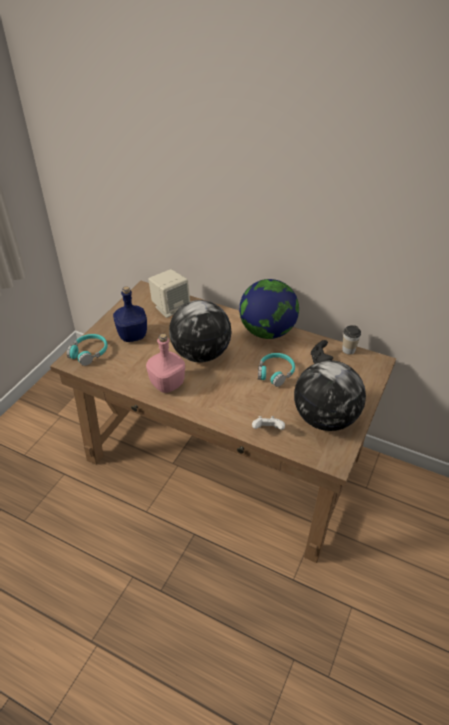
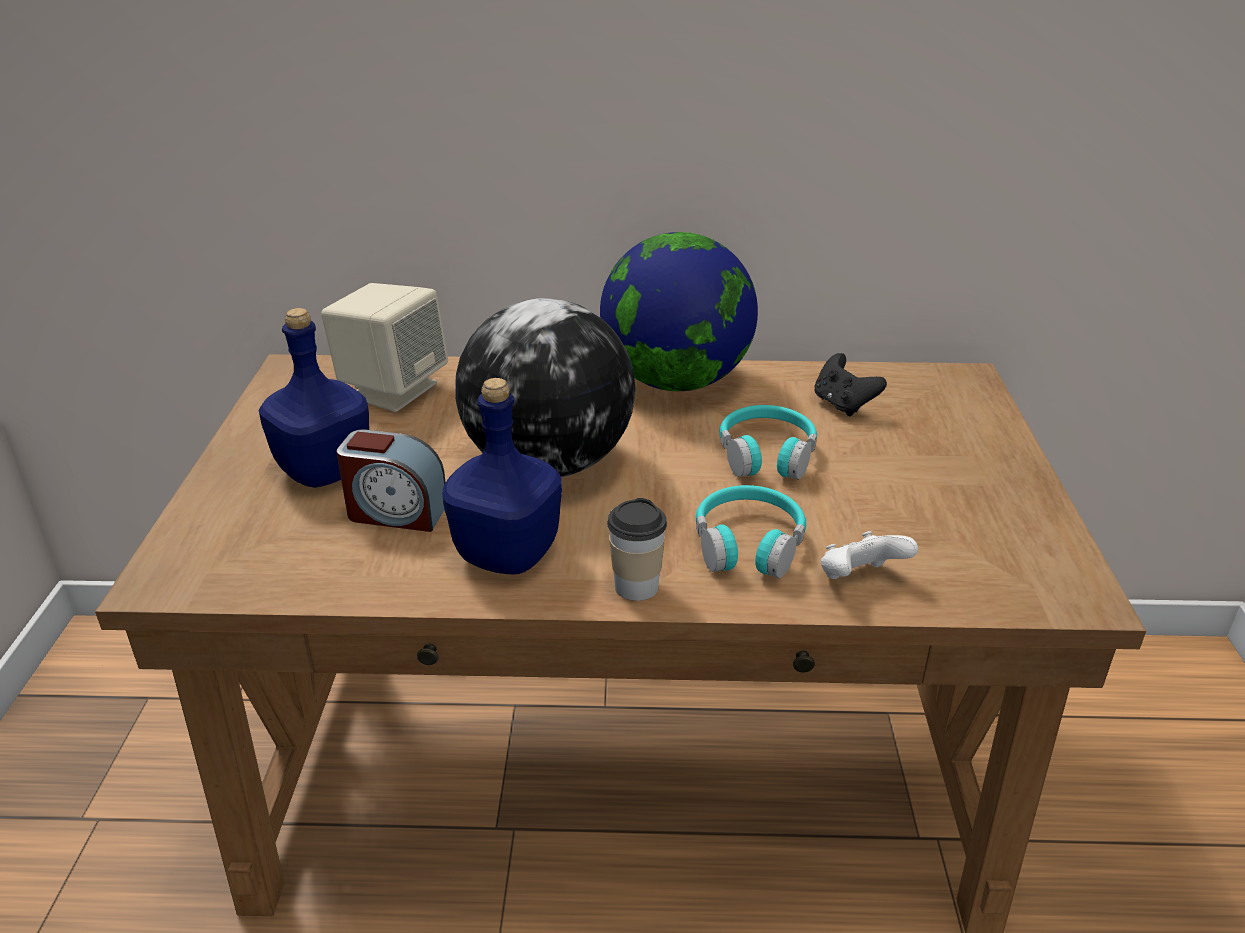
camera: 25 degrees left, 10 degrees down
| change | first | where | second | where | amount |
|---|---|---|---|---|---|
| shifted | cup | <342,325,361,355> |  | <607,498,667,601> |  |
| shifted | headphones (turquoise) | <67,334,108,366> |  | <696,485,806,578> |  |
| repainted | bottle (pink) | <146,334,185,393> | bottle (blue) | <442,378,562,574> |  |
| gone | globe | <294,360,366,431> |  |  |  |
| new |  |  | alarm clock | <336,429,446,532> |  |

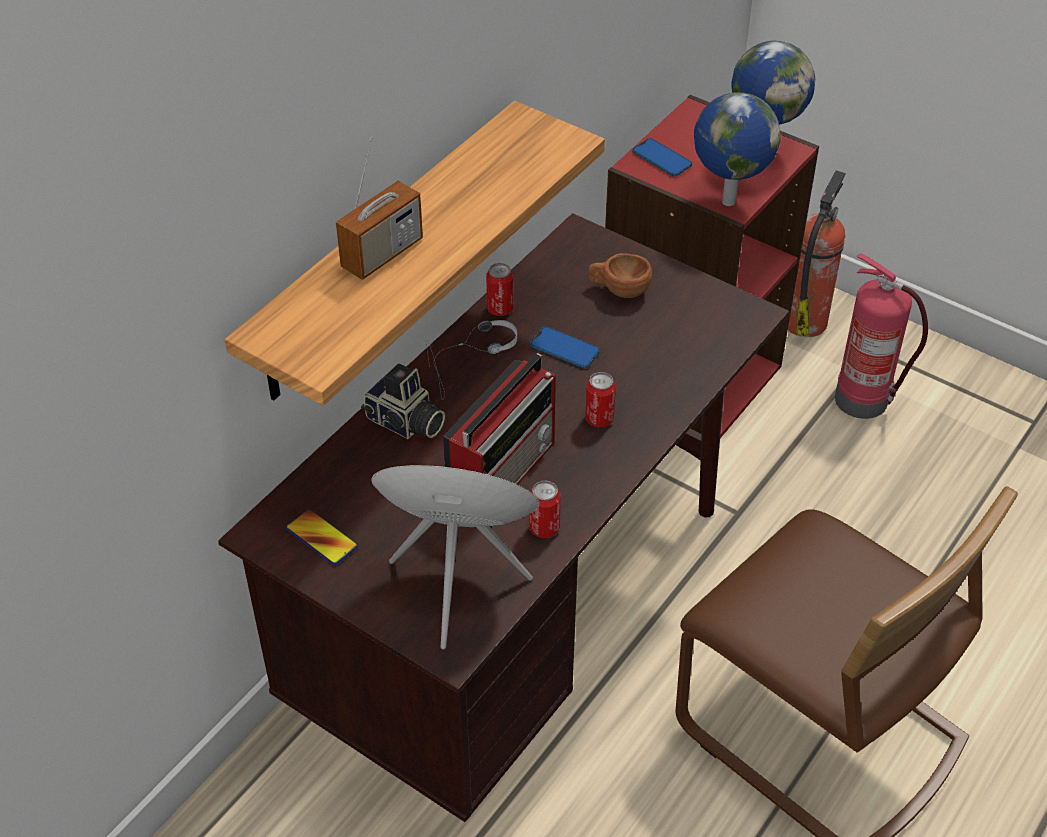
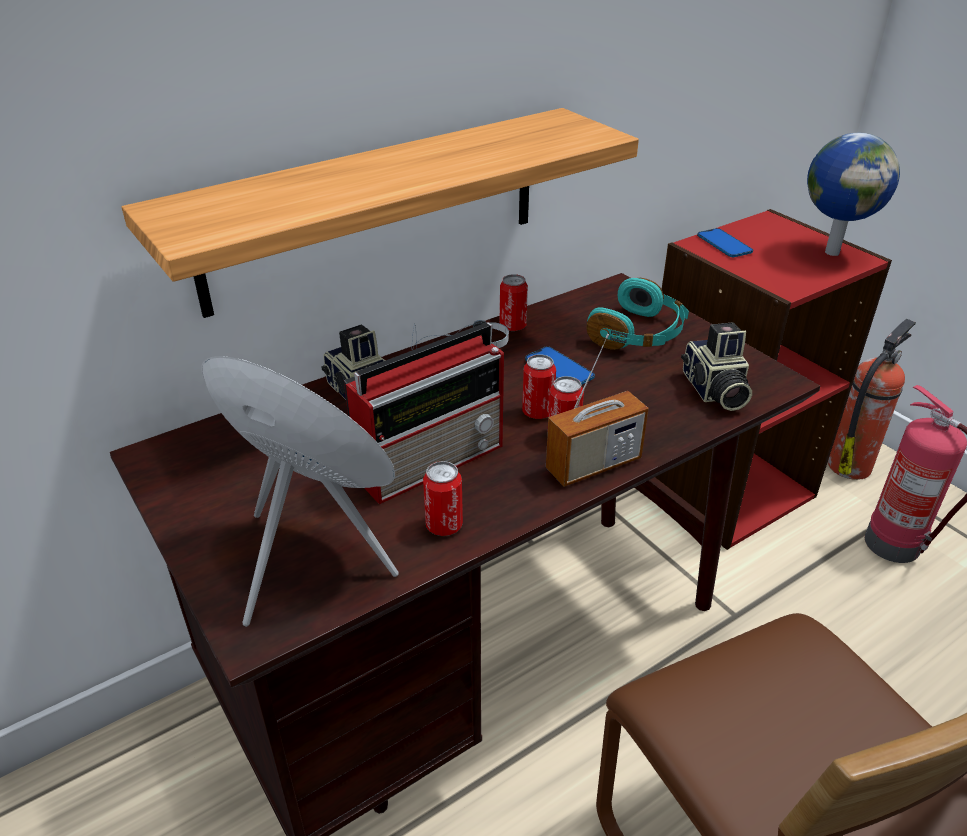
camera: 20 degrees right, 10 degrees down
| change | first | where | second | where | amount |
|---|---|---|---|---|---|
| gone | globe | <694,92,781,206> |  |  |  |
| shifted | radio | <336,137,423,280> |  | <546,334,649,487> |  |
| swapped | cup (brown) | <589,253,652,298> | headphones (turquoise) | <586,278,689,350> |  |
| gone | phone | <285,508,358,565> |  |  |  |
| new |  |  | photo camera | <681,322,752,411> |  |
| new |  |  | can | <522,354,556,419> |  |

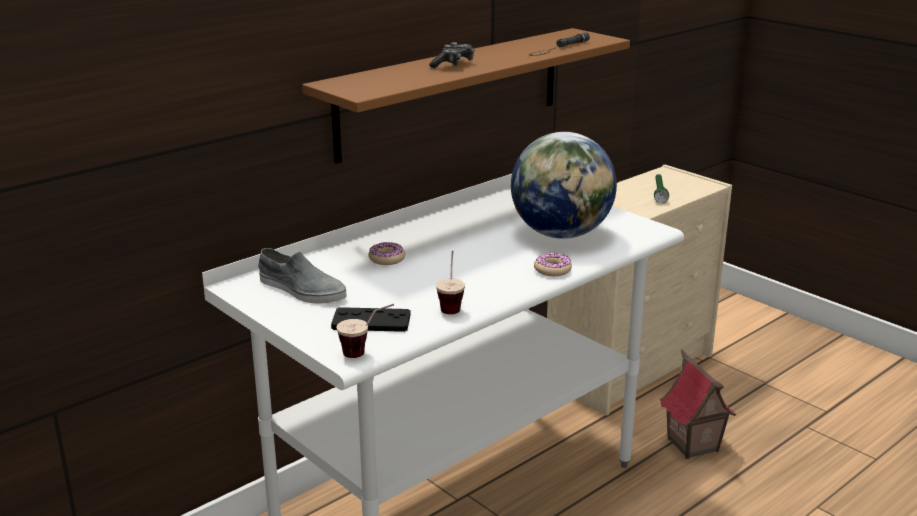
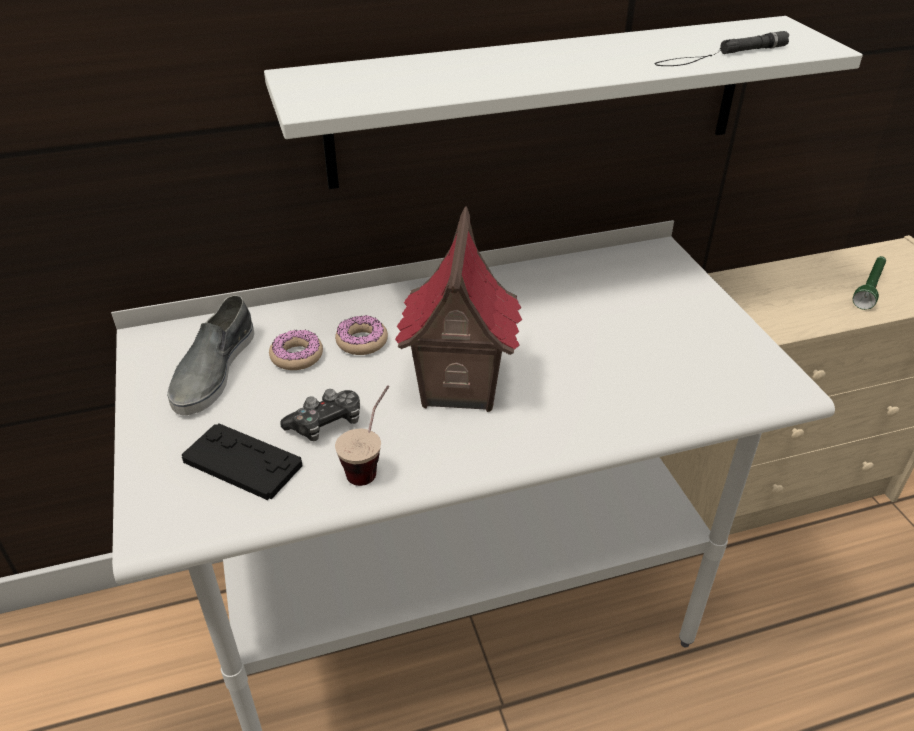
camera: 25 degrees right, 15 degrees up
| change | first | where | second | where | amount |
|---|---|---|---|---|---|
| repainted | shelf (brown) | <302,28,630,164> | shelf (white) | <264,16,863,189> |  |
| shifted | game controller | <429,42,475,68> |  | <280,389,360,441> |  |
| gone | globe | <511,132,617,239> |  |  |  |
| rotated | shoe (grey) | <258,248,346,304> |  | <167,295,255,415> | 45 degrees clockwise |
| shifted | donut | <534,252,572,276> |  | <269,329,323,370> |  |
| gone | cup | <336,304,394,358> |  |  |  |
| shifted | toy house | <660,350,736,459> |  | <395,206,522,412> |  |

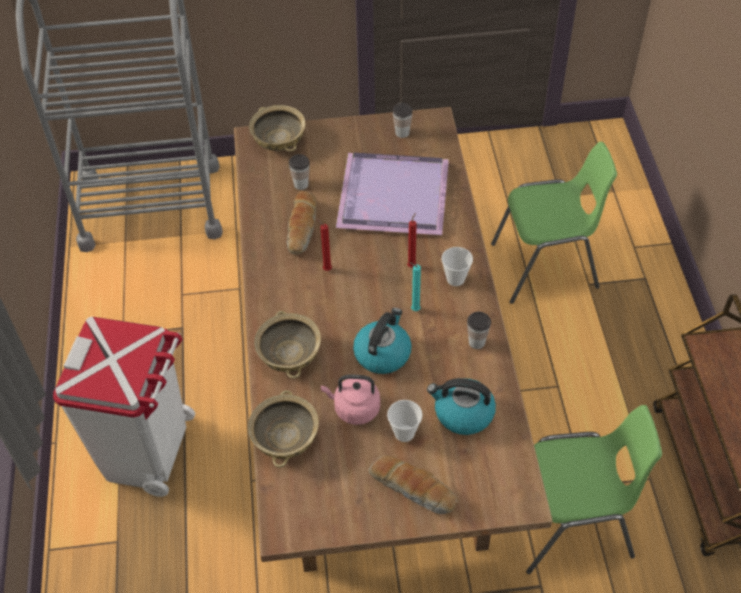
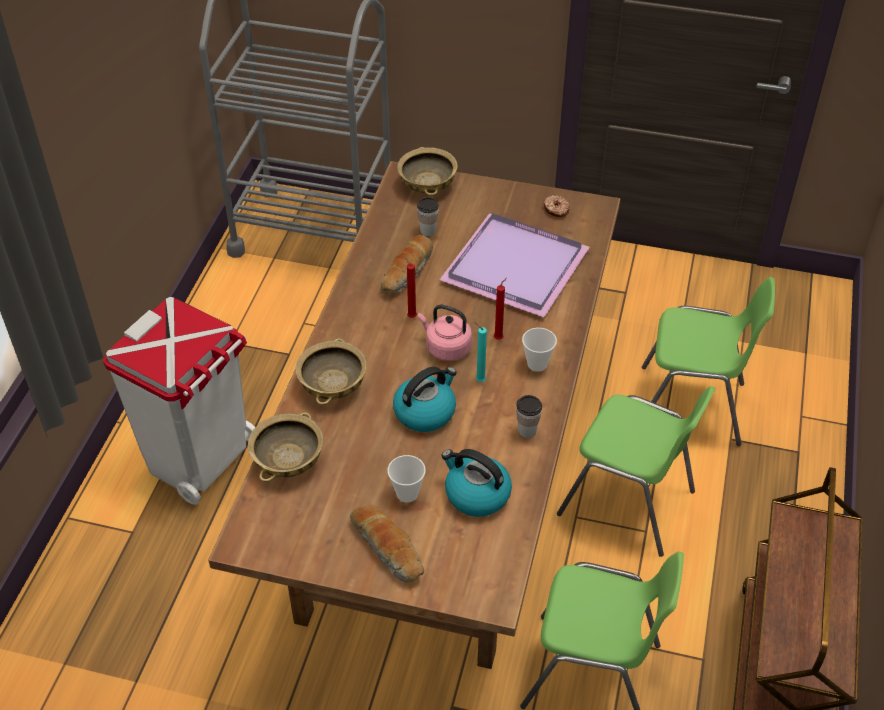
camera: 20 degrees right, 5 degrees down
| change | first | where | second | where | amount |
|---|---|---|---|---|---|
| swapped | cup | <393,102,412,138> | donut | <543,195,570,217> |  |
| shifted | kettle (pink) | <321,375,380,425> |  | <418,305,472,361> |  |
| new |  |  | chair (green) | <557,386,716,557> |  |

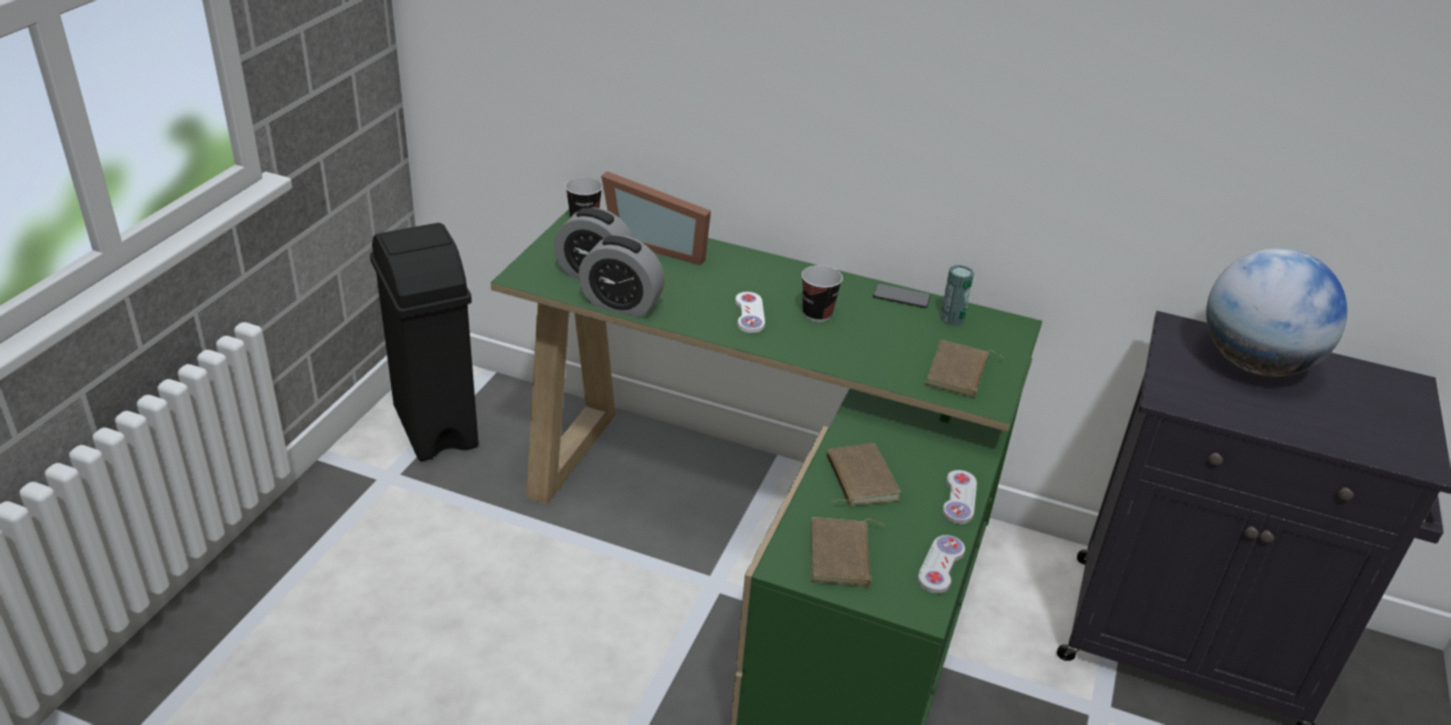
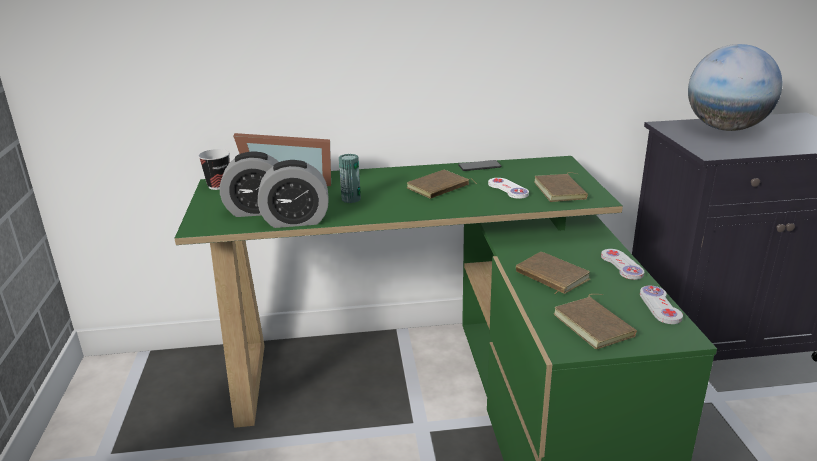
camera: 25 degrees left, 10 degrees down
| change | first | where | second | where | amount |
|---|---|---|---|---|---|
| gone | trash can (black) | <370,223,478,461> |  |  |  |
| swapped | cup | <802,265,843,322> | book (brown) | <407,170,477,199> |  |
| shifted | can | <940,265,974,326> |  | <339,154,361,203> |  |
| shifted | game controller (white) | <735,292,765,333> |  | <488,178,529,199> |  |

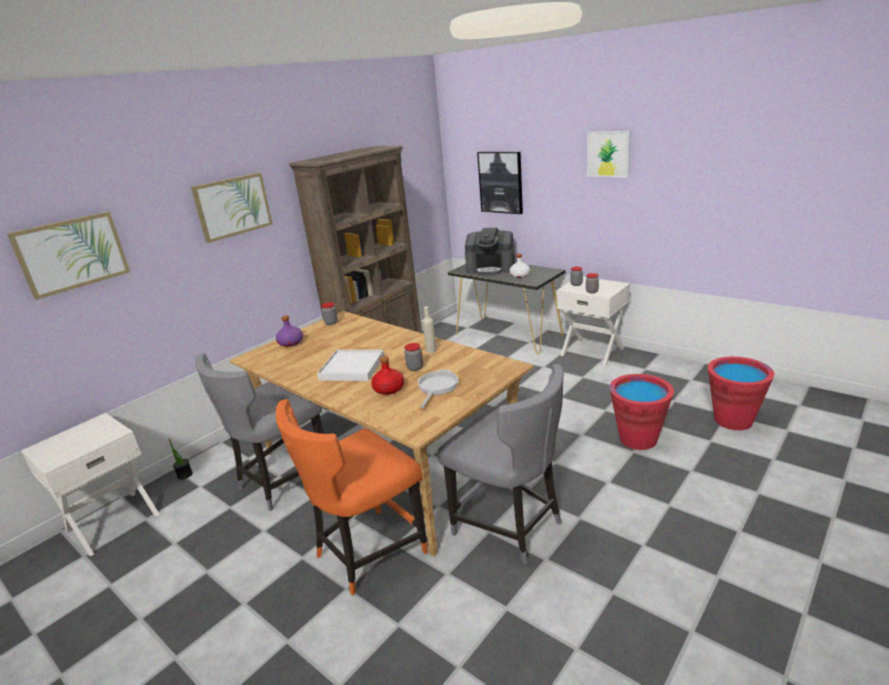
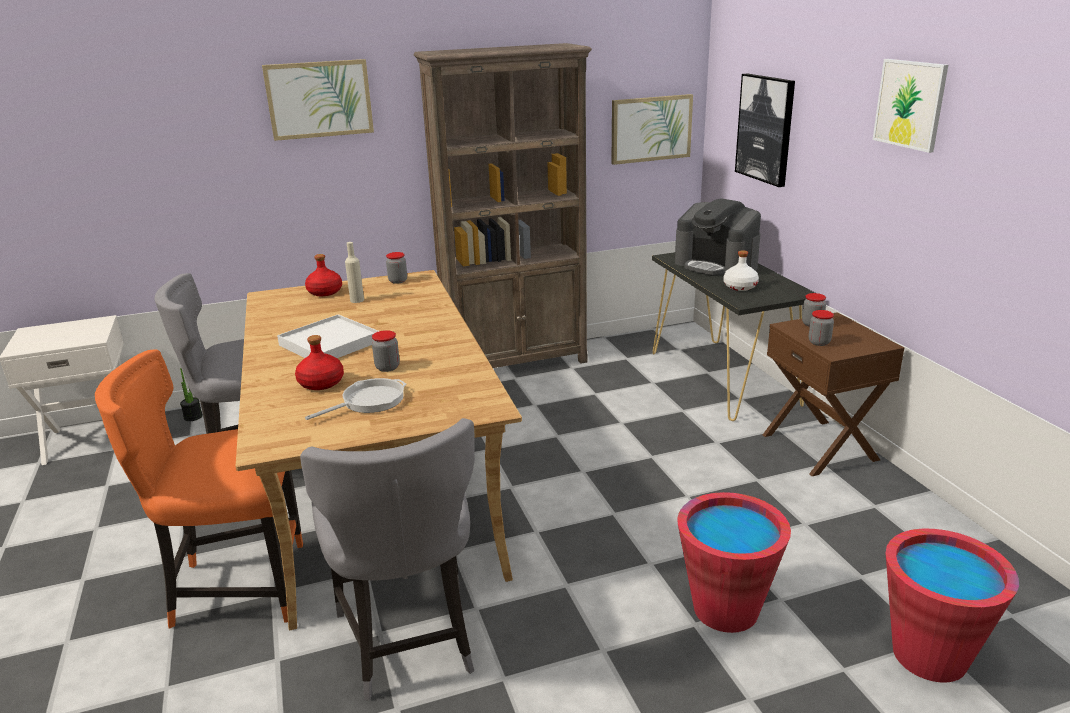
camera: 30 degrees right, 0 degrees up
| change | first | where | second | where | amount |
|---|---|---|---|---|---|
| shifted | picture | <7,211,130,300> |  | <611,94,693,165> |  |
| repainted | nightstand (white) | <557,277,630,366> | nightstand (brown) | <763,312,904,476> |  |
| shifted | bottle (beige) | <422,306,437,353> |  | <345,242,364,303> |  |
| repainted | bottle (purple) | <276,315,303,347> | bottle (red) | <305,254,342,296> |  |

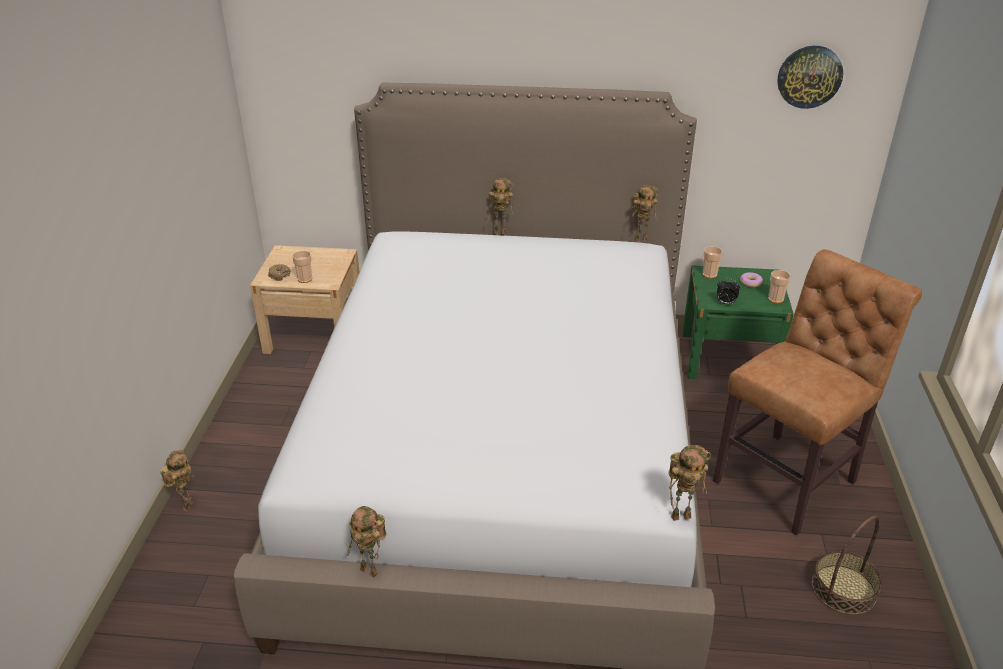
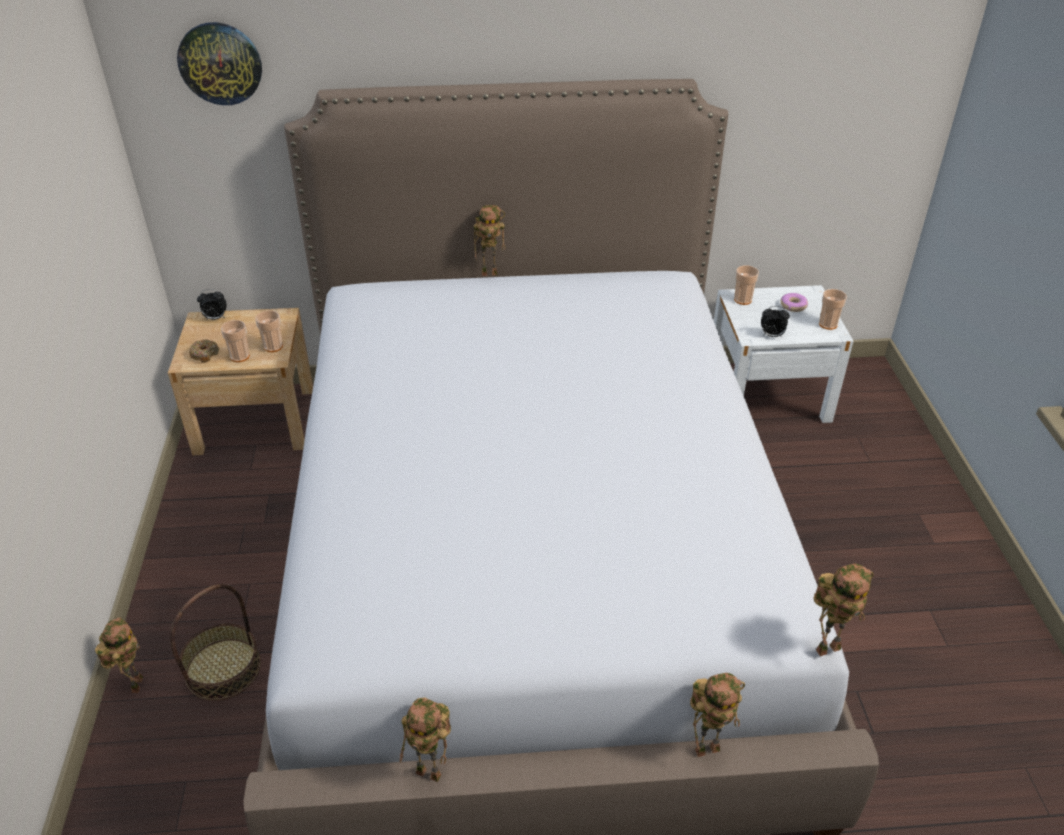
camera: 10 degrees left, 5 degrees up
| change | first | where | second | where | amount |
|---|---|---|---|---|---|
| shifted | wall clock | <777,46,843,109> |  | <177,22,262,105> |  |
| shifted | toy robot | <632,185,659,242> |  | <690,673,745,757> |  |
| gone | chair (brown) | <713,250,922,535> |  |  |  |
| repainted | nightstand (green) | <682,265,794,379> | nightstand (white) | <714,285,853,423> |  |
| shifted | basket | <812,516,882,615> |  | <170,584,261,701> |  |
| new |  |  | alarm clock | <197,289,227,320> |  |
| new |  |  | cup | <255,310,283,352> |  |

